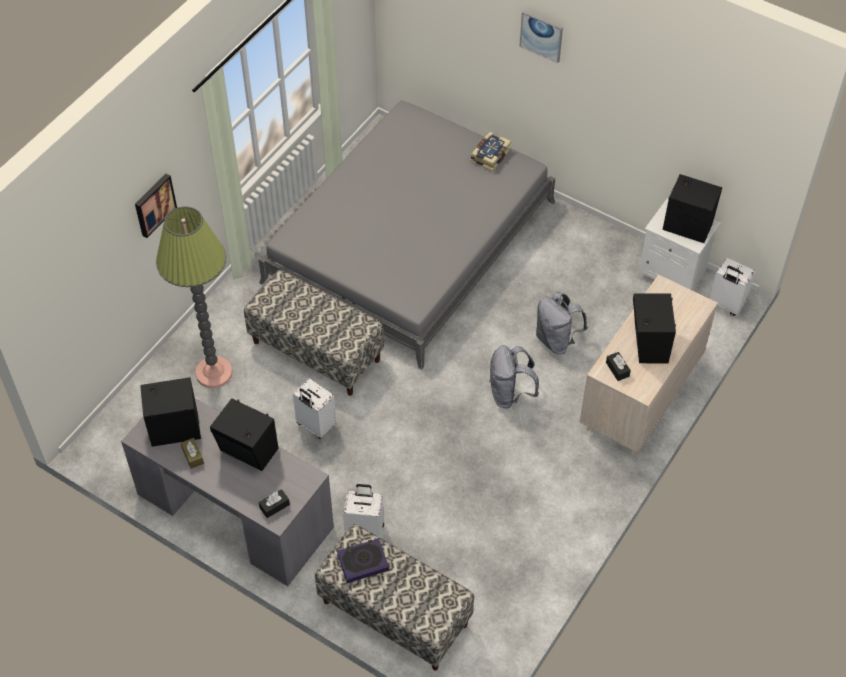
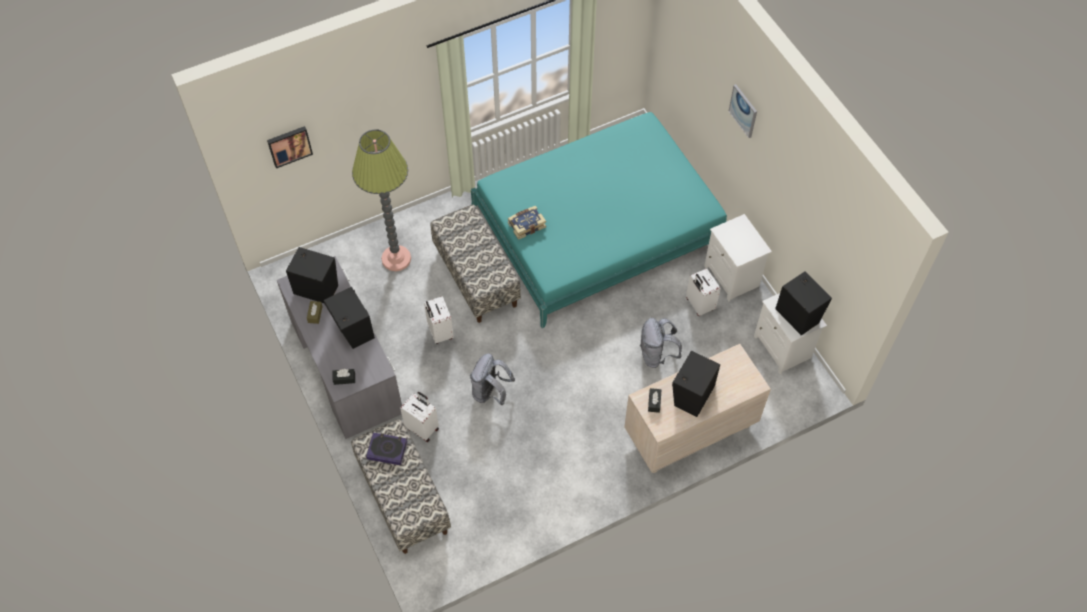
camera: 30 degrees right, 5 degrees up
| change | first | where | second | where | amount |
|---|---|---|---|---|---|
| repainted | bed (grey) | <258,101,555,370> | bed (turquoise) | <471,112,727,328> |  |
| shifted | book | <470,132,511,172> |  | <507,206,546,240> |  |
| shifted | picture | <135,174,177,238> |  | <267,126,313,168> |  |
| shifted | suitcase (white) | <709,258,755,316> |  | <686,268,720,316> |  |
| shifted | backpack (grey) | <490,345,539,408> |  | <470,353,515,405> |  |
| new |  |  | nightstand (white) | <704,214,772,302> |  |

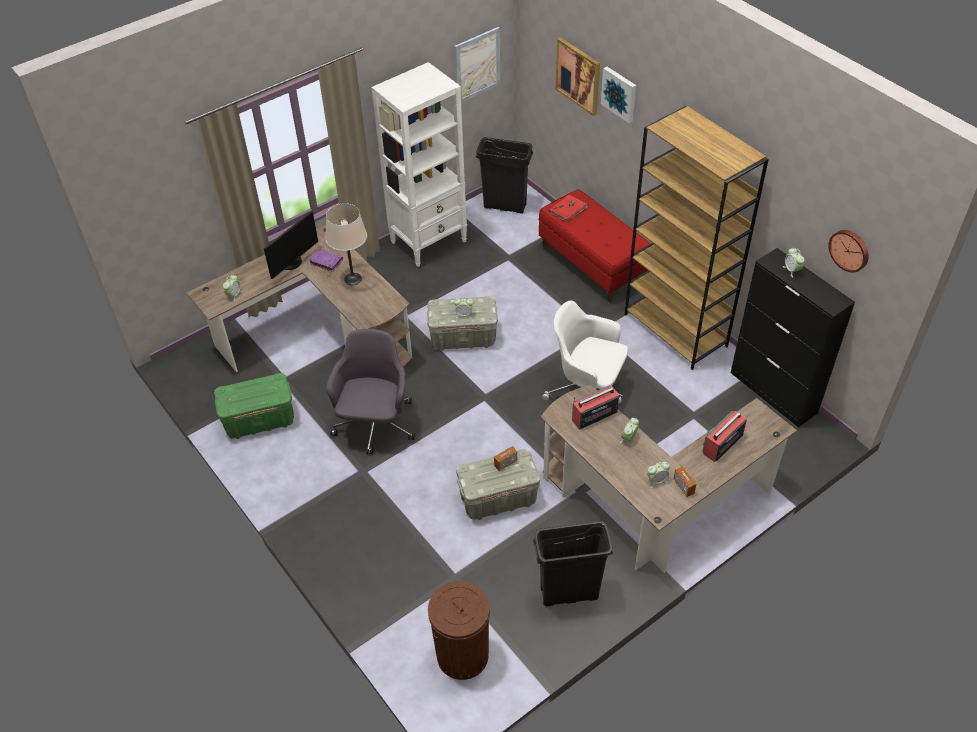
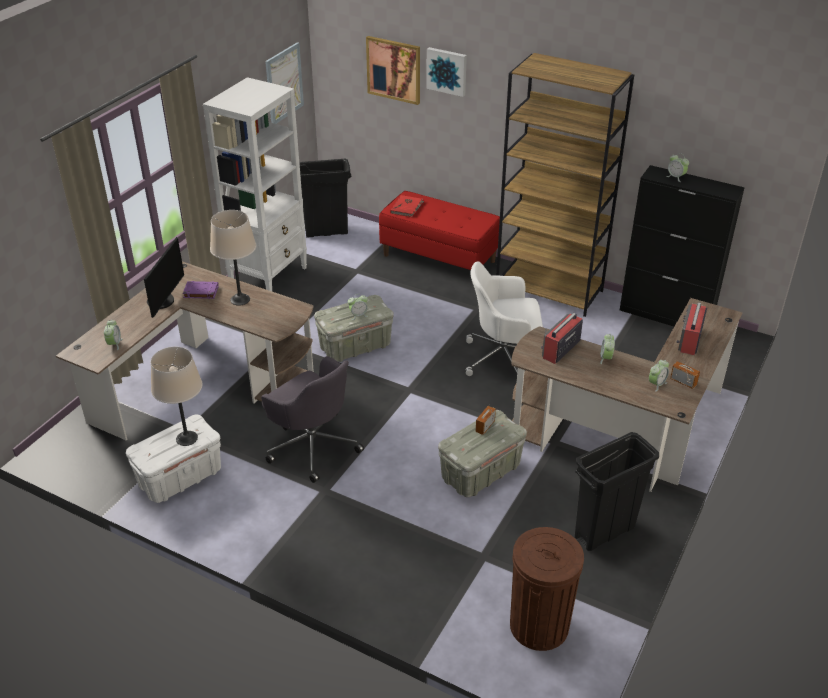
camera: 25 degrees left, 10 degrees down
| change | first | where | second | where | amount |
|---|---|---|---|---|---|
| gone | wall clock | <828,230,868,272> |  |  |  |
| rotated | office chair (grey) | <326,329,415,454> |  | <261,356,364,483> | 150 degrees clockwise |
| repainted | storage box (green) | <214,373,294,439> | storage box (white) | <126,415,221,503> |  |
| new |  |  | table lamp (beige) | <151,347,202,446> |  |

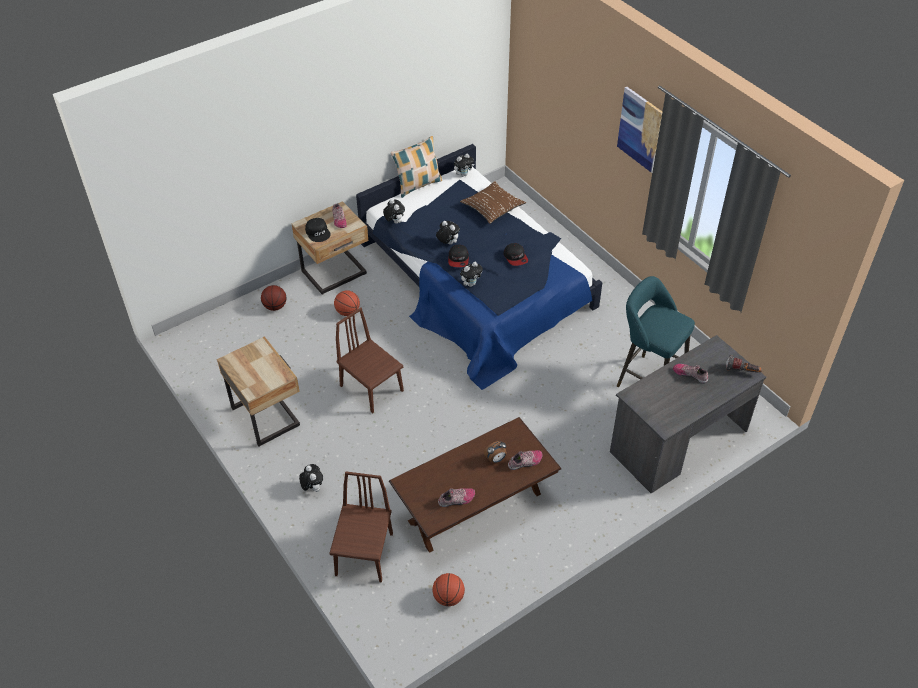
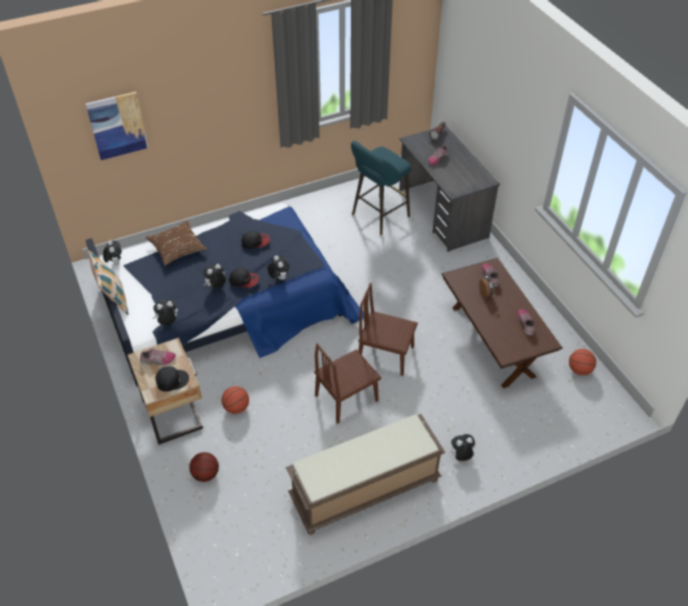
camera: 80 degrees left, 0 degrees up
| change | first | where | second | where | amount |
|---|---|---|---|---|---|
| shifted | picture | <617,87,662,173> |  | <86,92,148,160> |  |
| swapped | nightstand (beige) | <217,336,300,446> | bench (brown) | <286,414,446,535> |  |
| shifted | chair (brown) | <329,471,393,582> |  | <358,283,418,376> |  |

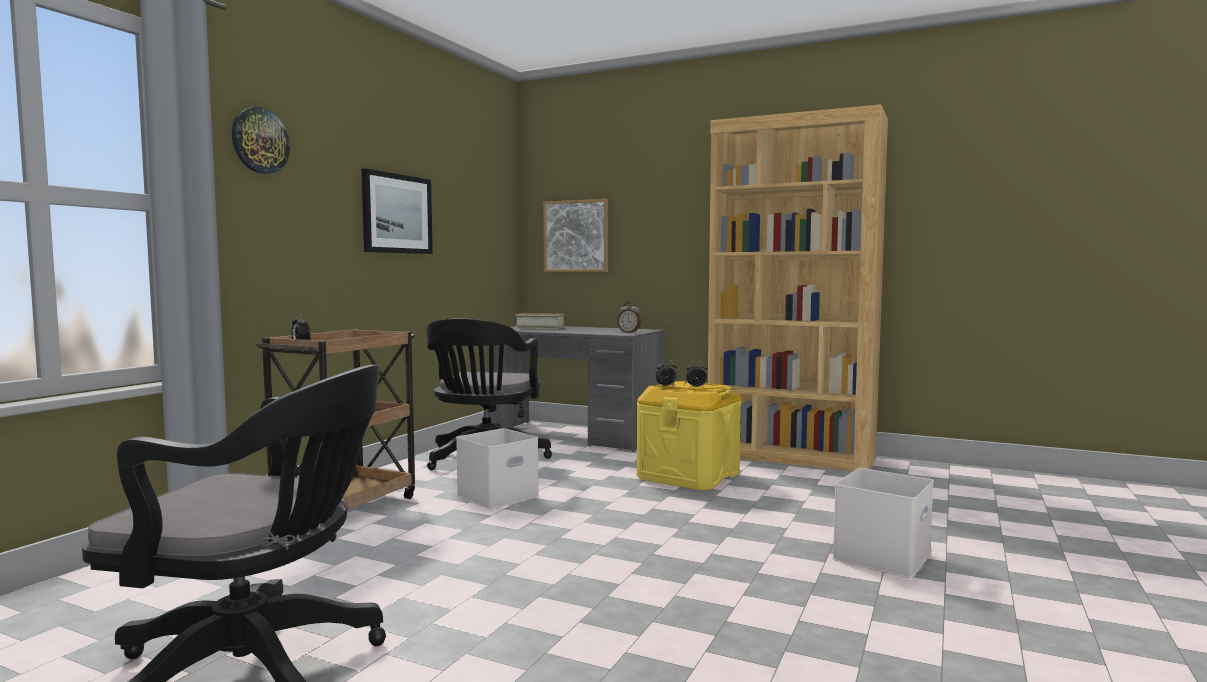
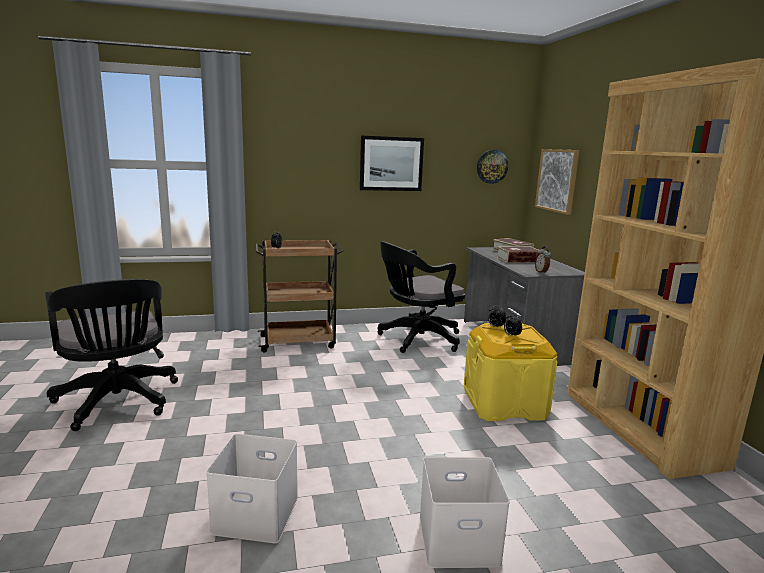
camera: 50 degrees right, 10 degrees up
| change | first | where | second | where | amount |
|---|---|---|---|---|---|
| shifted | wall clock | <232,107,290,174> |  | <477,150,508,184> |  |
| shifted | storage box (white) | <456,428,539,509> |  | <206,434,298,543> |  |
| new |  |  | book | <497,246,539,263> |  |

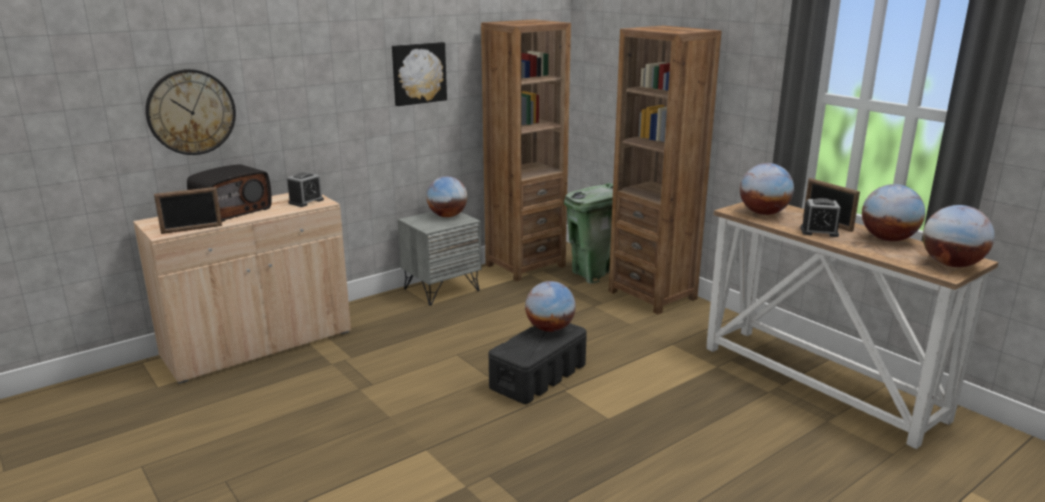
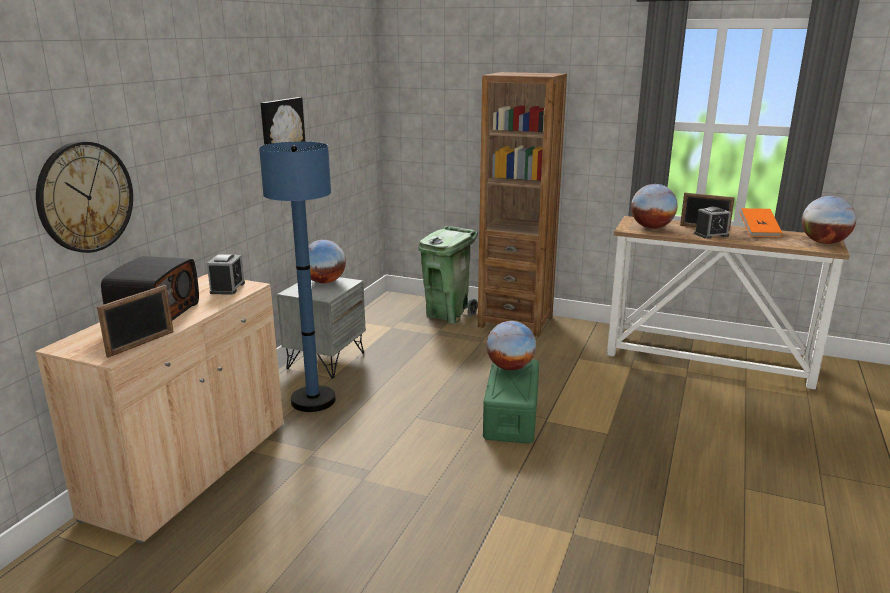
camera: 30 degrees left, 0 degrees up
| change | first | where | second | where | amount |
|---|---|---|---|---|---|
| gone | bookcase (brown) | <481,19,571,281> |  |  |  |
| swapped | globe | <862,184,925,241> | book (orange) | <740,208,782,237> |  |
| repainted | storage box (black) | <489,323,587,404> | storage box (green) | <483,359,539,444> |  |
| new |  |  | floor lamp (blue) | <259,141,336,412> |  |

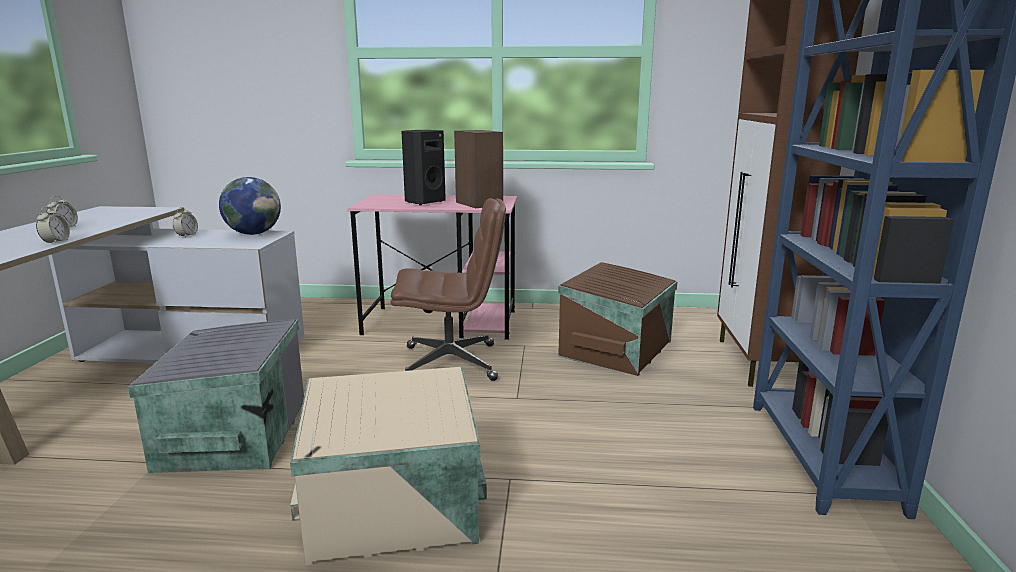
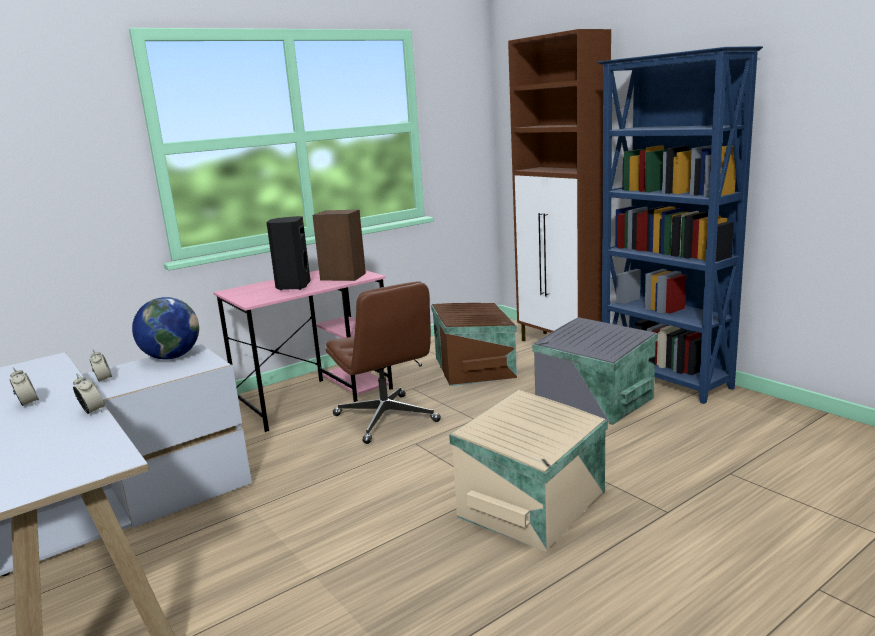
camera: 40 degrees left, 0 degrees up
| change | first | where | second | where | amount |
|---|---|---|---|---|---|
| rotated | office chair (brown) | <391,198,506,381> |  | <326,281,441,444> | 105 degrees clockwise |
| shifted | storage box (grey) | <128,319,304,473> |  | <532,317,658,425> |  |

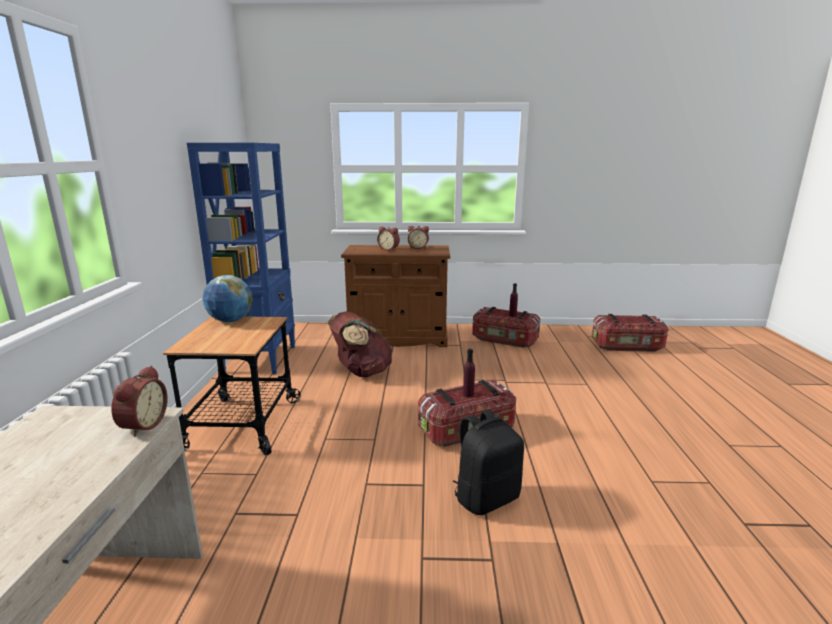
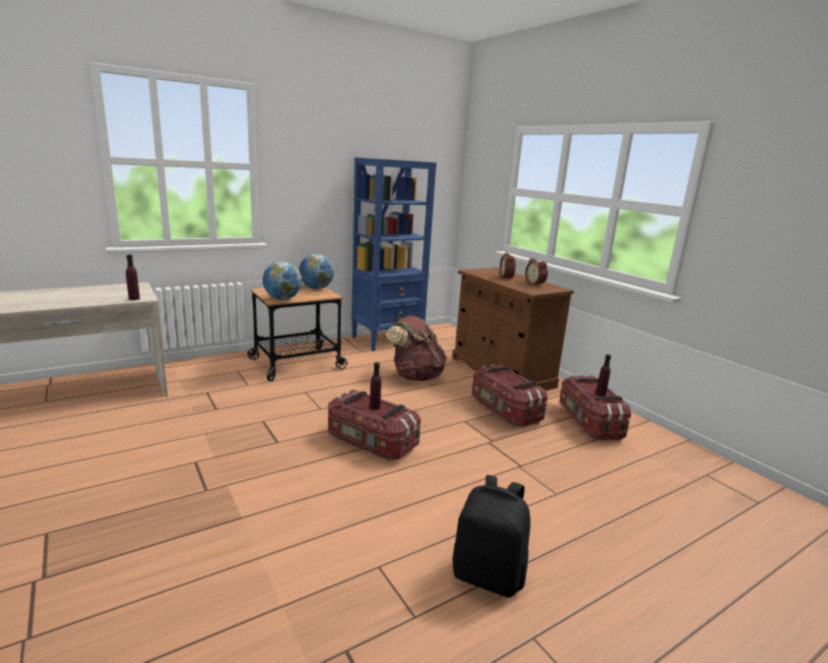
camera: 55 degrees right, 0 degrees up
| change | first | where | second | where | amount |
|---|---|---|---|---|---|
| shifted | storage box | <592,314,669,352> |  | <472,364,548,427> |  |
| swapped | alarm clock | <111,366,168,437> | bottle (purple) | <126,255,140,300> |  |
| shifted | backpack (black) | <453,409,524,515> |  | <453,475,530,598> |  |
| new |  |  | globe | <263,261,302,300> |  |

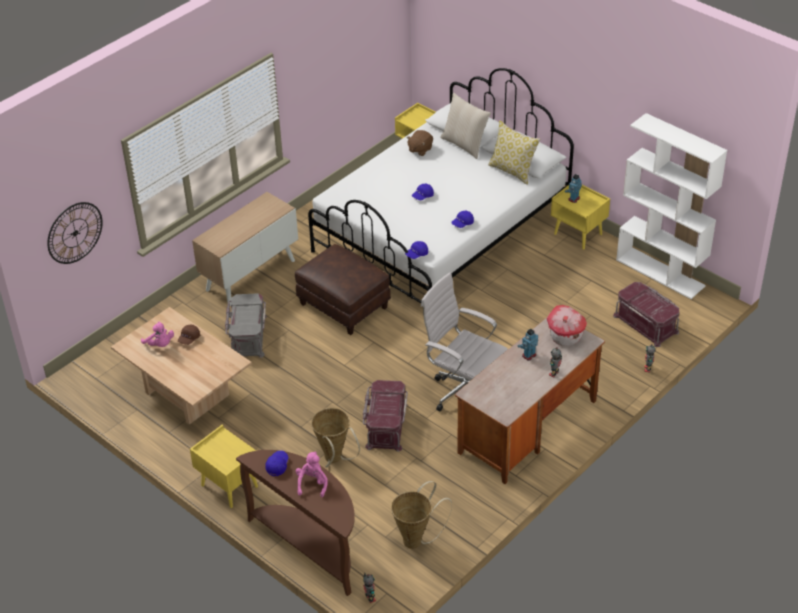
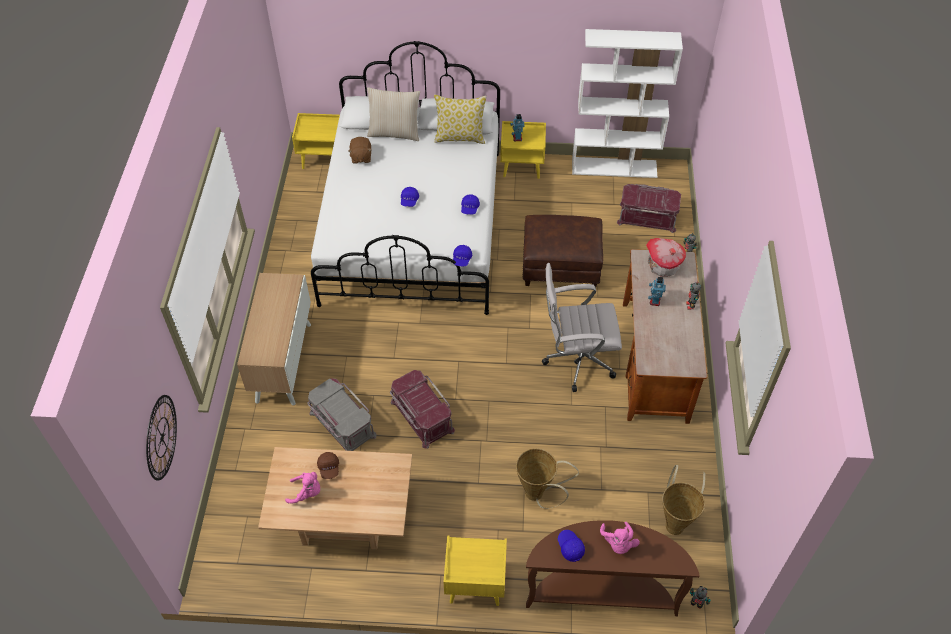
camera: 40 degrees left, 10 degrees up
| change | first | where | second | where | amount |
|---|---|---|---|---|---|
| shifted | ottoman (brown) | <295,244,391,335> |  | <523,215,603,287> |  |
| shifted | storage box (red) | <363,380,408,452> |  | <390,370,455,449> |  |
| rotated | plush toy (pink) | <296,452,328,497> |  | <600,522,640,554> | 150 degrees counterclockwise |

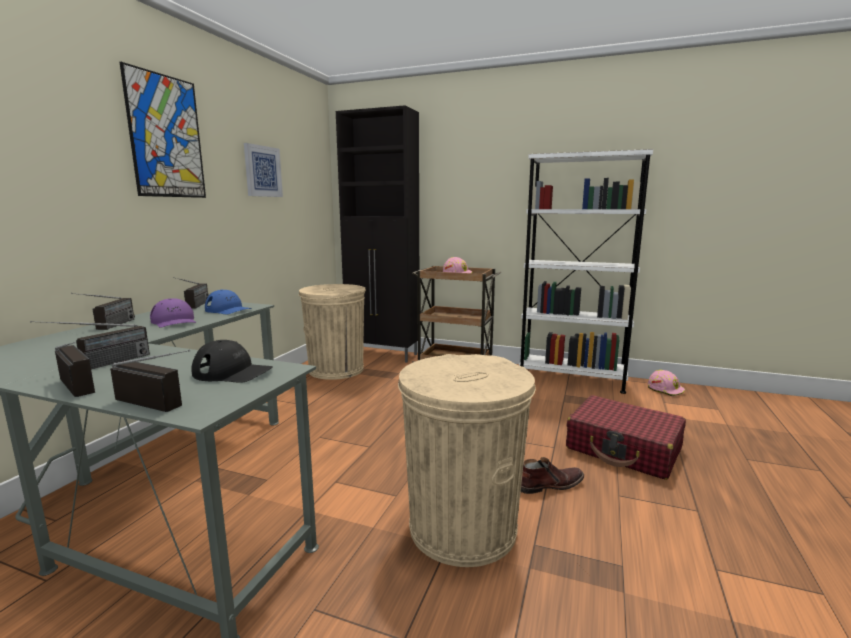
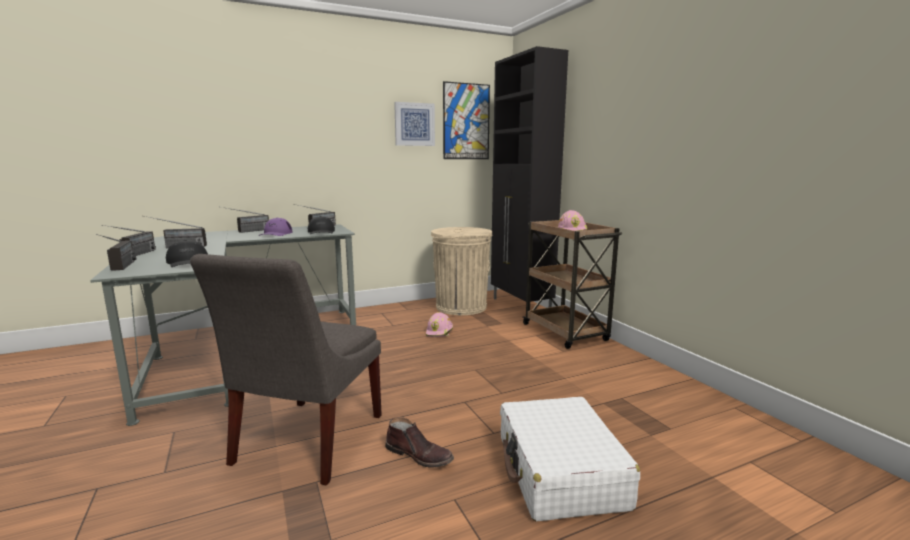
camera: 45 degrees right, 0 degrees up
| change | first | where | second | where | amount |
|---|---|---|---|---|---|
| shifted | picture | <120,62,206,198> |  | <443,81,490,159> |  |
| gone | bookcase (white) | <519,149,653,394> |  |  |  |
| repainted | cap (blue) | <205,290,252,314> | cap (black) | <307,216,335,234> |  |
| swapped | trash can (beige) | <398,354,536,567> | chair (grey) | <190,254,382,485> |  |
| shifted | hard hat (pink) | <648,370,685,396> |  | <426,312,453,337> |  |
| repainted | suitcase (red) | <566,395,686,480> | suitcase (white) | <500,397,640,521> |  |

